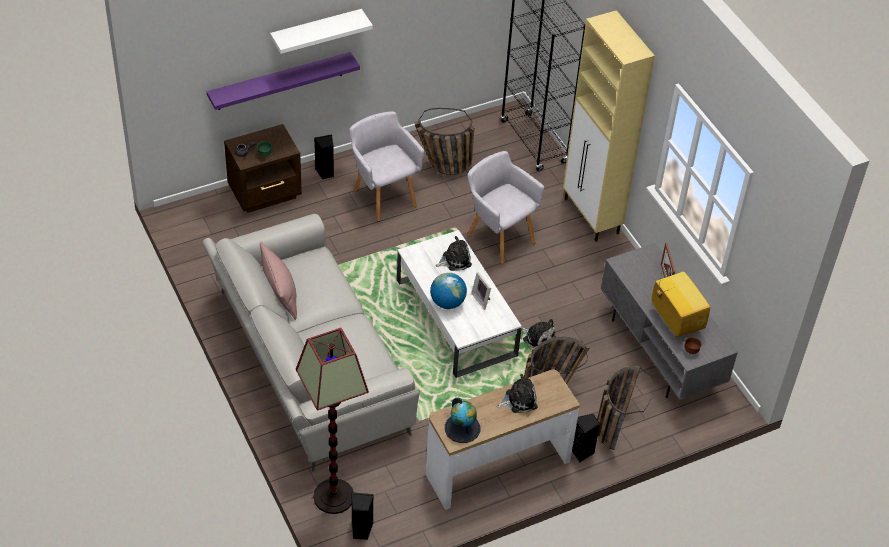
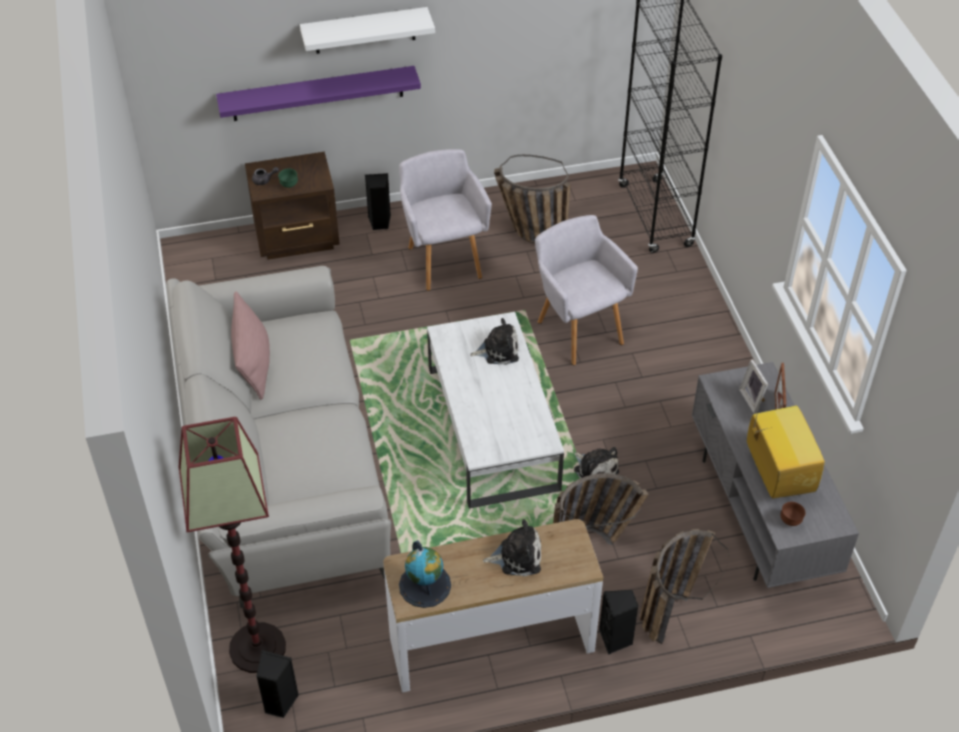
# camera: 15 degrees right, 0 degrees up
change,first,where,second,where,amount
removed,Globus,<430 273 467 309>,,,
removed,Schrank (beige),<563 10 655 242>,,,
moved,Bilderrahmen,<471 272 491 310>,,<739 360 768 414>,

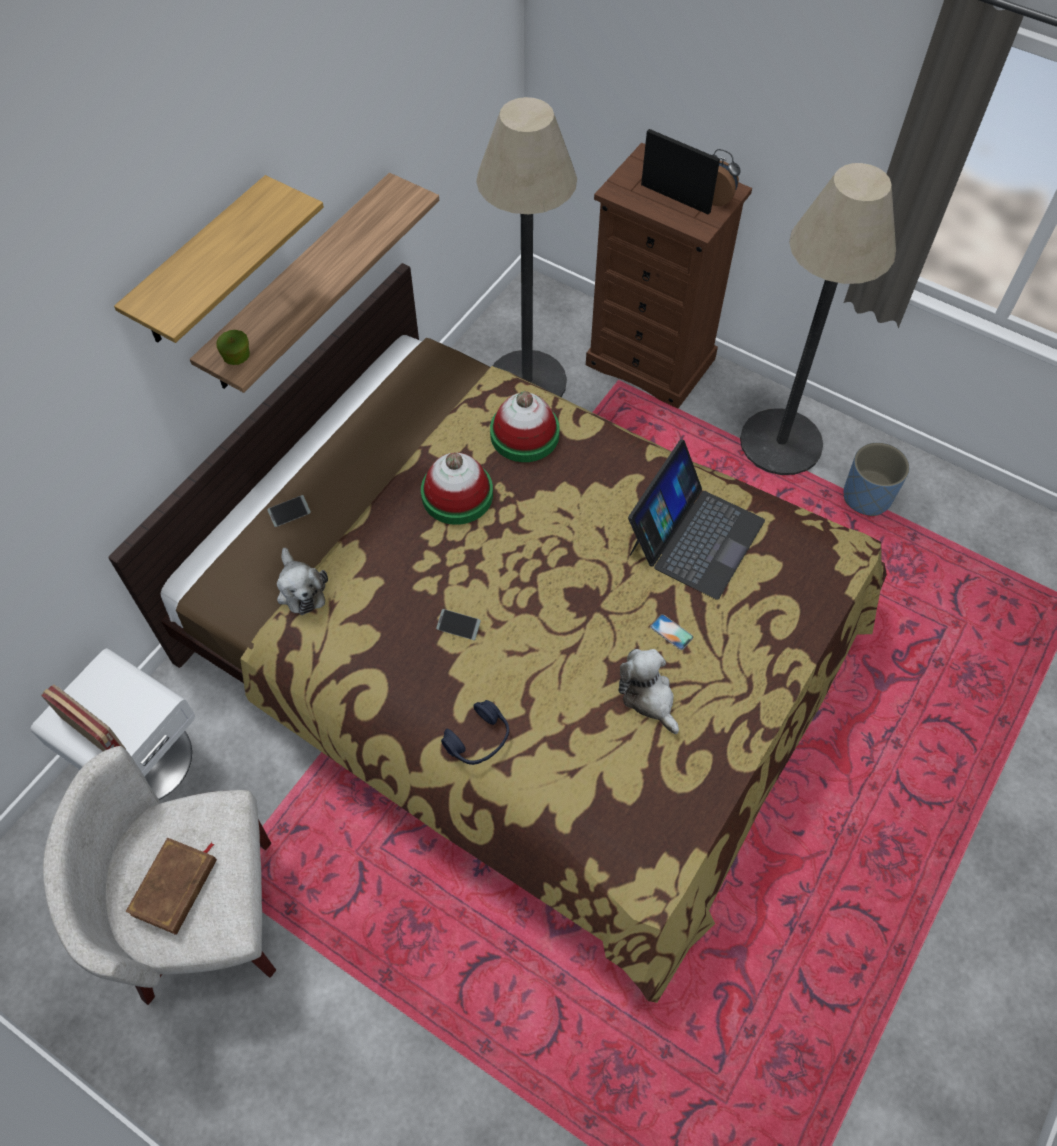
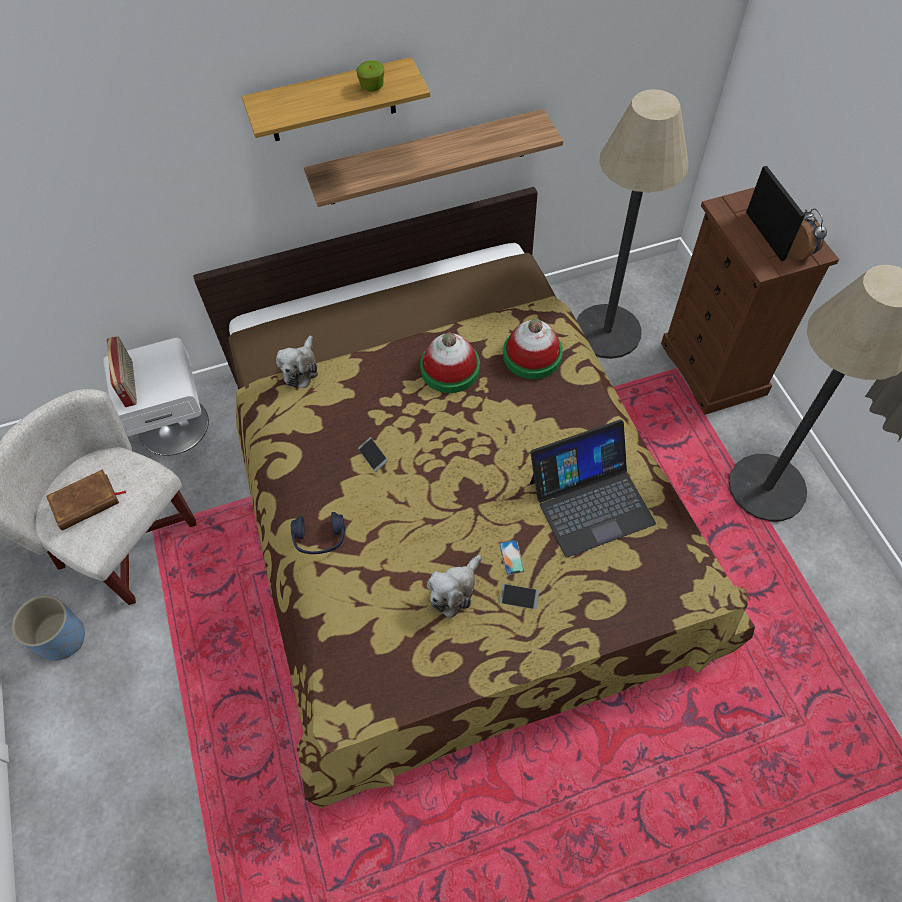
# camera: 40 degrees right, 0 degrees up
change,first,where,second,where,amount
moved,Apfel,<216 330 250 365>,,<356 60 384 92>,
moved,Handy,<267 495 311 527>,,<499 584 539 609>,
moved,Pflanzkübel (blau),<844 443 909 516>,,<12 595 85 661>,
turned,Plüschtier,<618 649 679 734>,,<427 555 482 618>,150 degrees counterclockwise

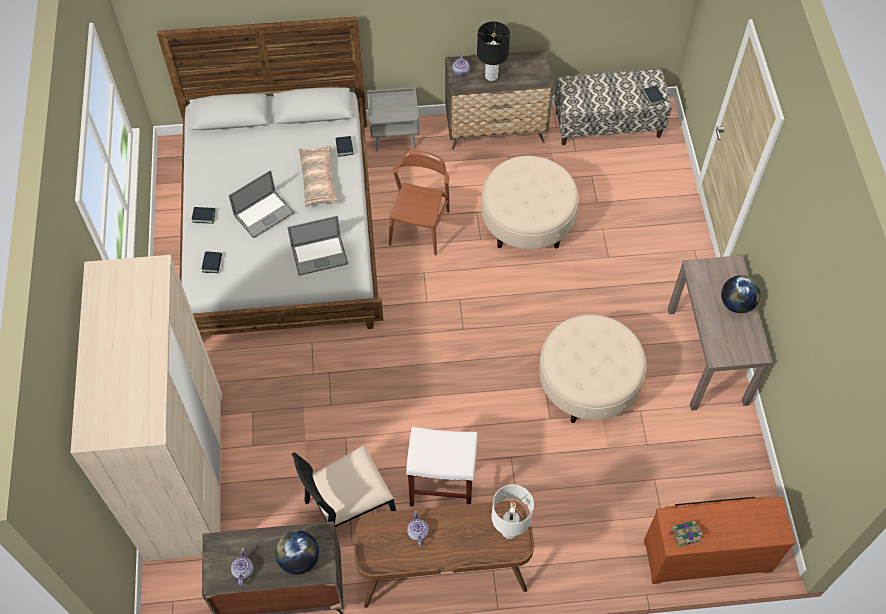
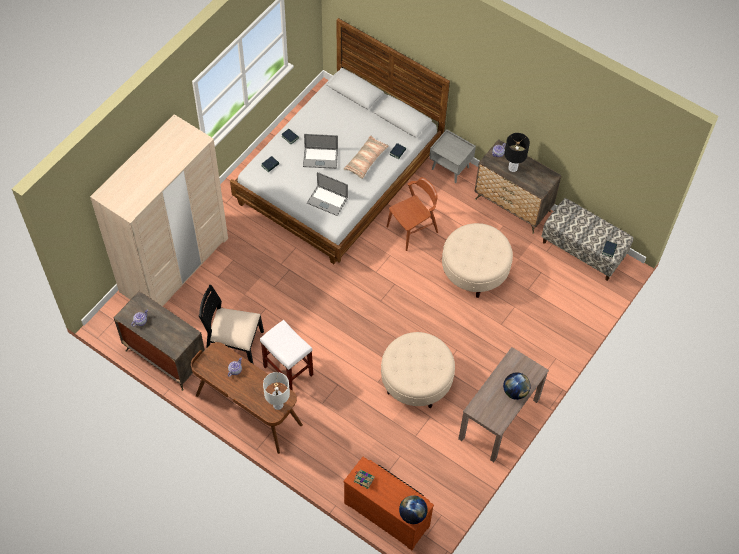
# camera: 40 degrees right, 0 degrees up
change,first,where,second,where,amount
moved,Globus,<275 530 319 575>,,<399 495 428 524>,

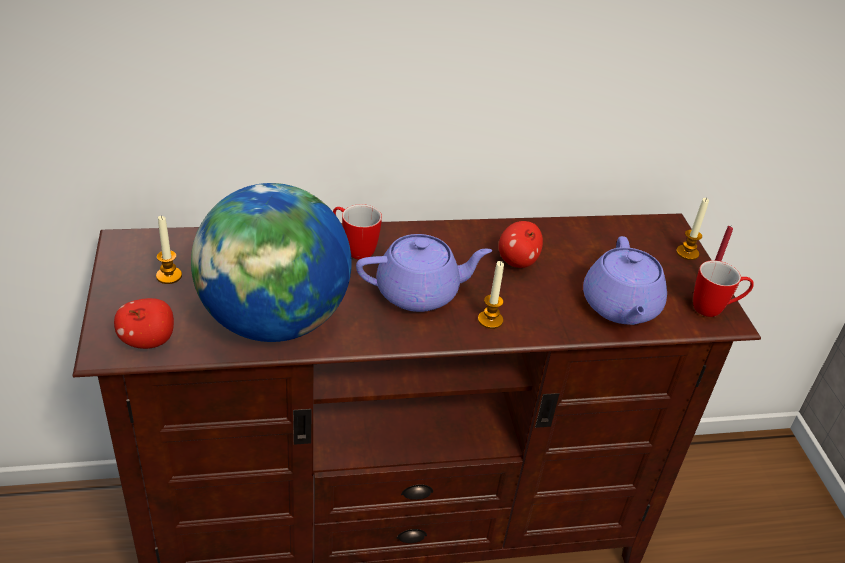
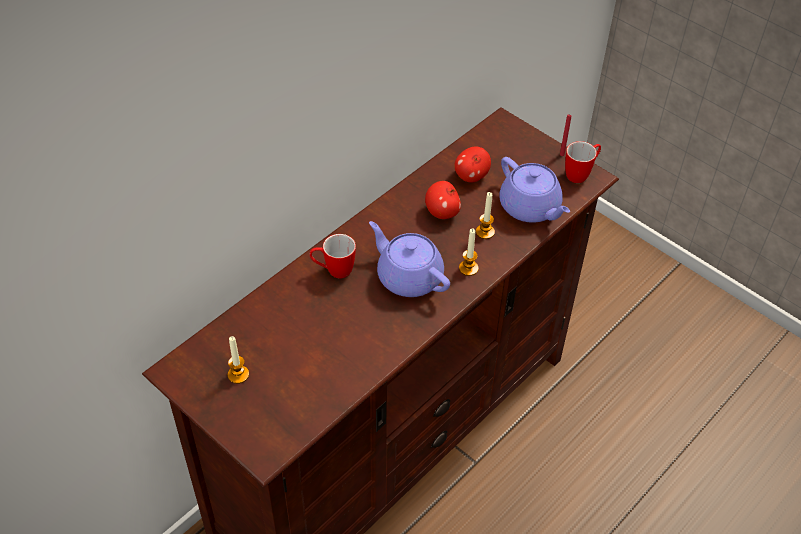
# camera: 35 degrees left, 10 degrees up
change,first,where,second,where,amount
removed,Globus,<191 183 352 342>,,,
moved,Apfel,<114 298 174 349>,,<454 147 491 182>,
moved,Kerze,<676 198 709 260>,,<476 192 495 239>,
turned,Teekanne (lila),<356 234 492 312>,,<369 221 450 297>,90 degrees counterclockwise

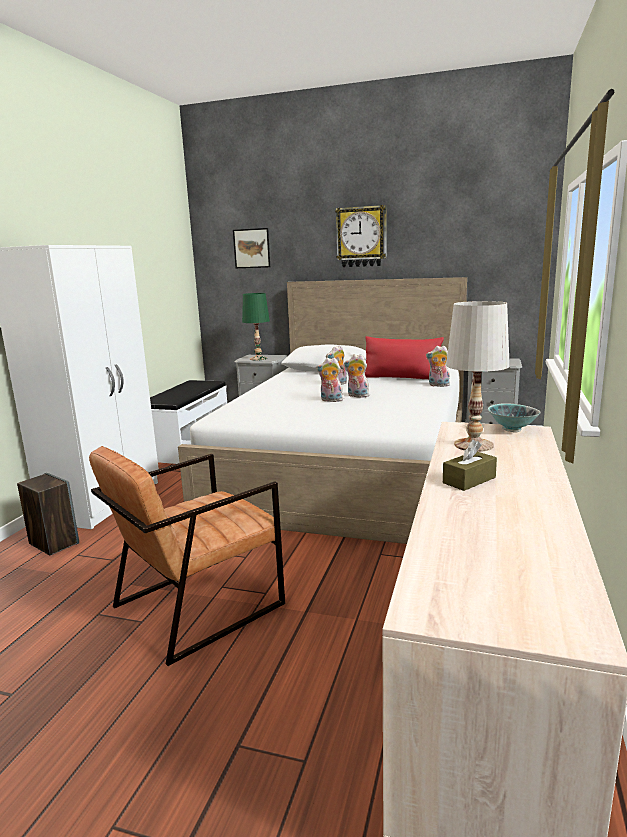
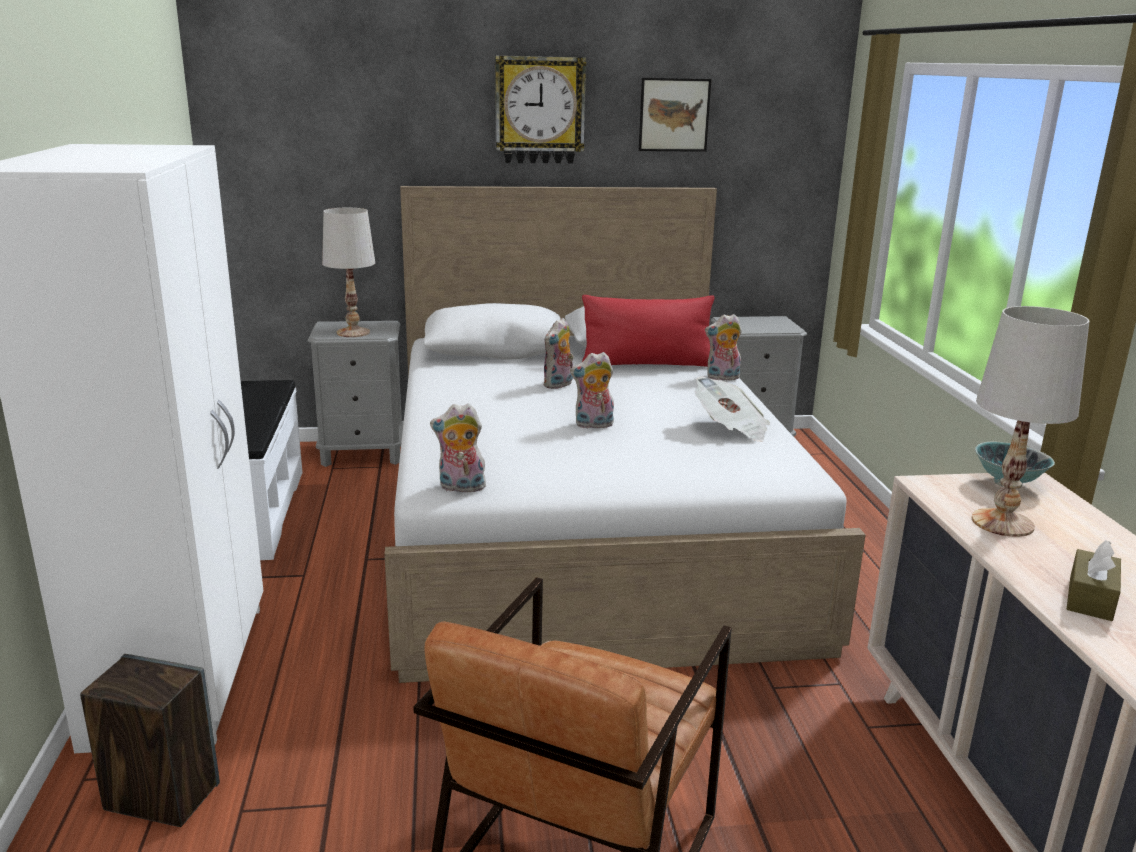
# camera: 25 degrees left, 5 degrees up
change,first,where,second,where,amount
added,,,Zeitung,<695 376 770 442>,
moved,Bild,<233 228 270 268>,,<639 78 711 152>,
moved,Plüschtier,<344 354 369 398>,,<430 403 486 492>,
recoloured,Tischlampe (grün),<242 293 270 361>,Tischlampe (weiß),<322 208 375 337>,

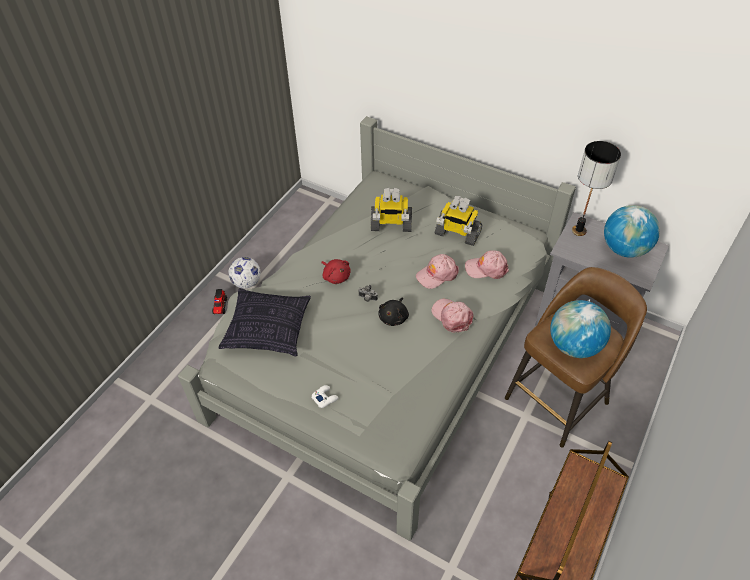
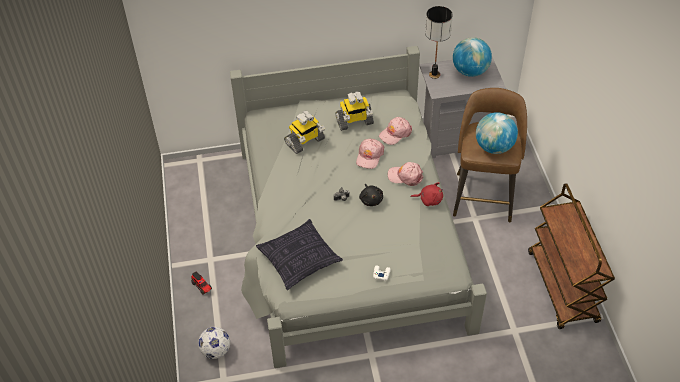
# camera: 40 degrees left, 0 degrees up
change,first,where,second,where,amount
moved,Fußball,<228 257 260 289>,,<198 327 230 359>,
moved,Plüschtier (rot),<321 259 351 284>,,<410 182 443 206>,

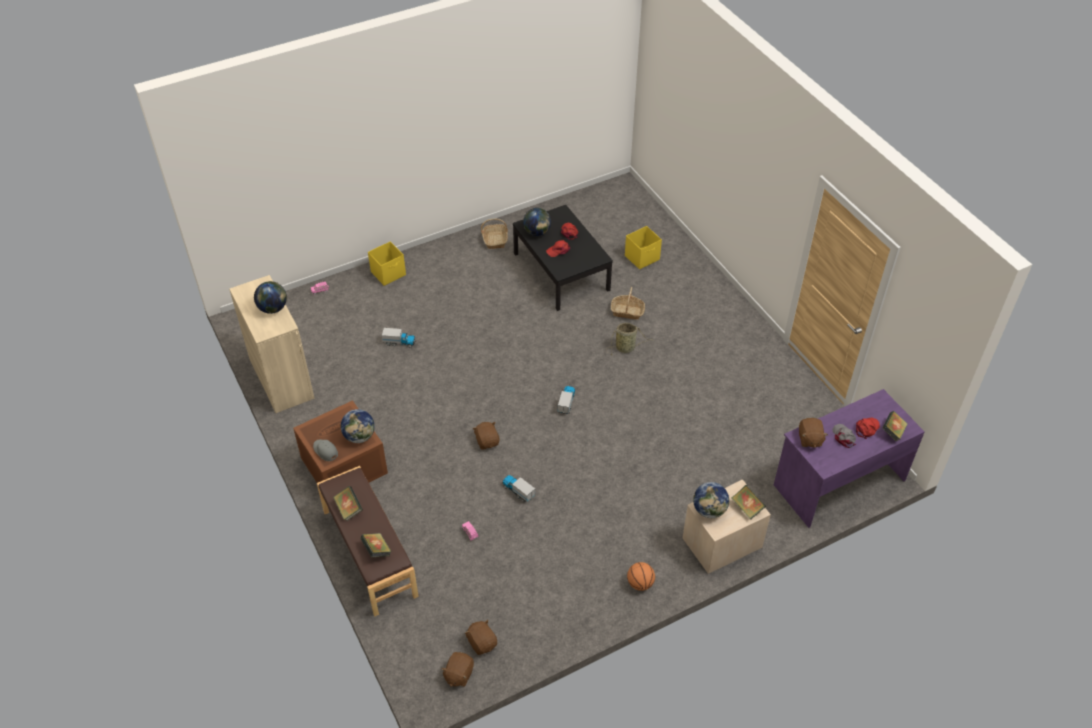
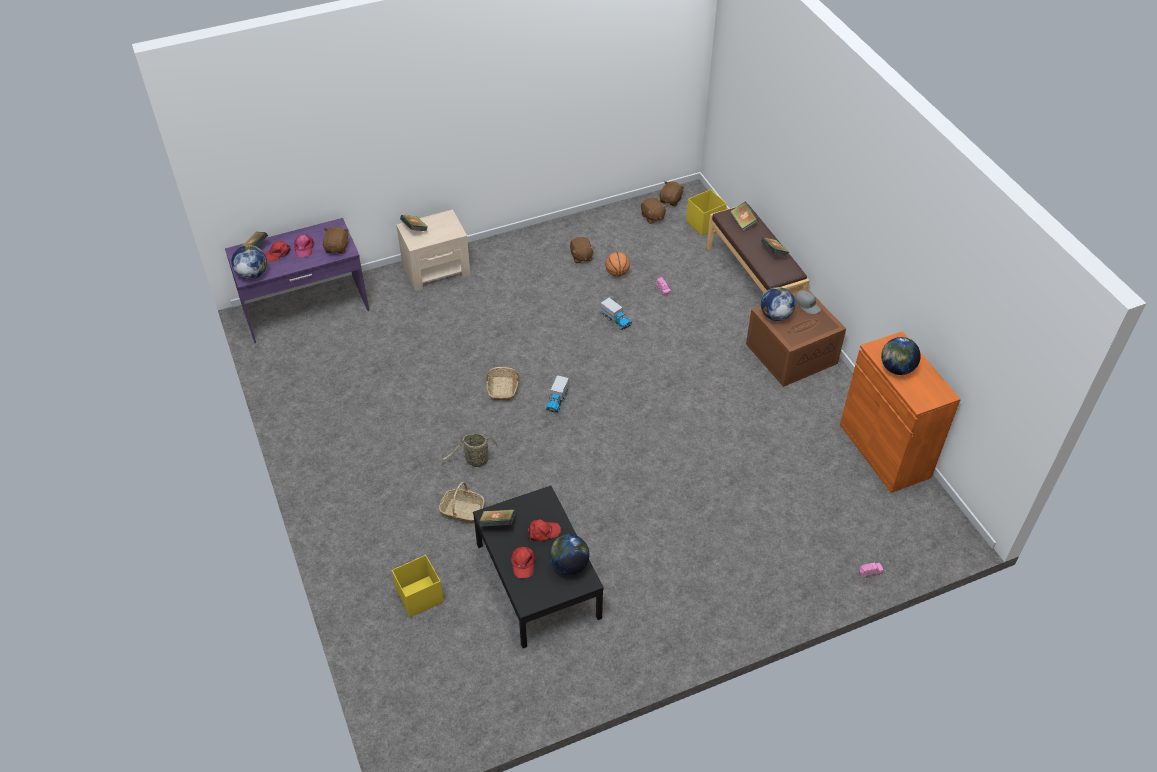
# camera: 175 degrees left, 0 degrees up
change,first,where,second,where,amount
removed,Spielzeuglaster,<382 328 416 347>,,,
added,,,Buch,<479 509 515 527>,
moved,Aufbewahrungsbox (gelb),<368 241 406 286>,,<686 189 727 236>,
moved,Plüschtier (braun),<473 422 500 450>,,<570 237 595 263>,
moved,Korb,<481 219 508 249>,,<486 367 519 401>,
moved,Basketball,<627 562 655 591>,,<605 252 630 277>,
moved,Globus,<693 482 729 518>,,<231 245 267 279>,
recoloured,Schrank (beige),<229 275 315 413>,Schrank (orange),<840 331 961 493>,
recoloured,Kappe (grau),<833 424 856 448>,Kappe (rosa),<294 234 315 257>,

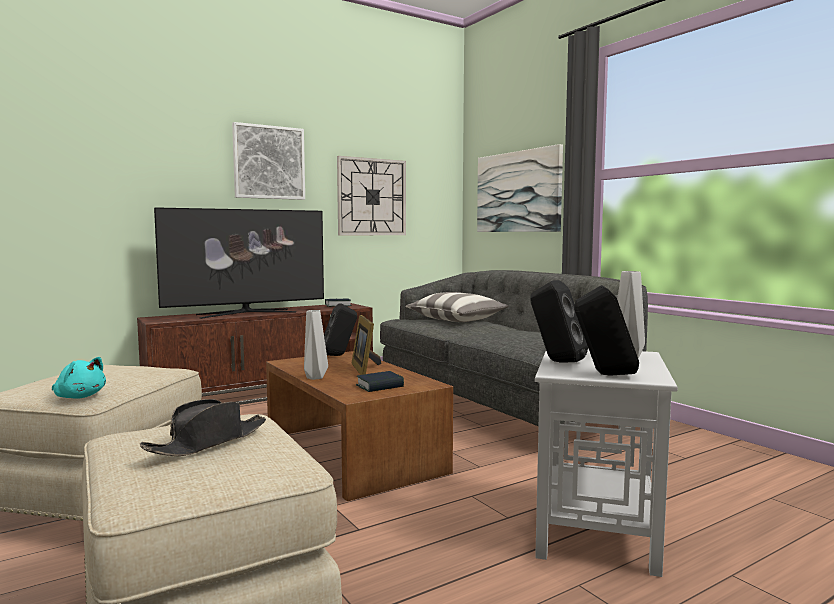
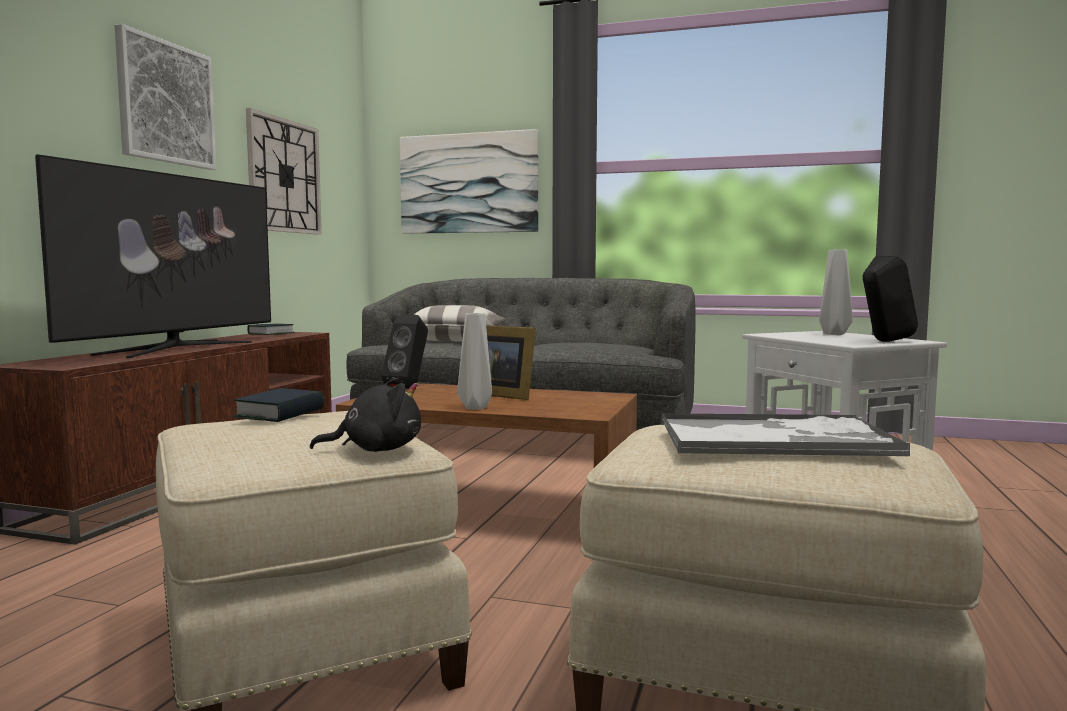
# camera: 40 degrees left, 0 degrees up
change,first,where,second,where,amount
removed,Lautsprecher (schwarz),<530 280 588 362>,,,
moved,Buch,<356 371 404 392>,,<233 388 324 422>,
replaced,Hut (schwarz),<140 399 266 456>,Tablett,<661 413 910 457>,
recoloured,Plüschtier (türkis),<52 357 106 399>,Plüschtier (schwarz),<310 378 421 452>,

